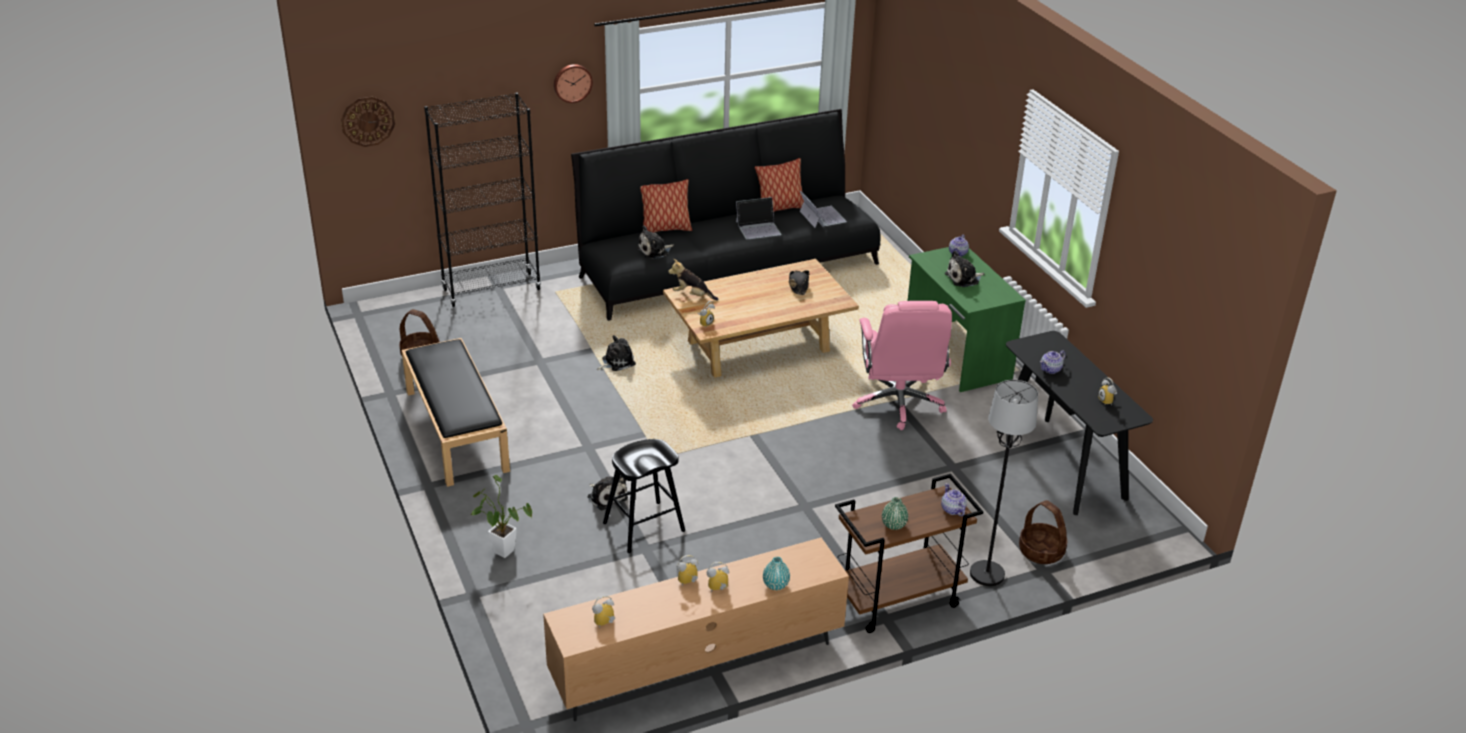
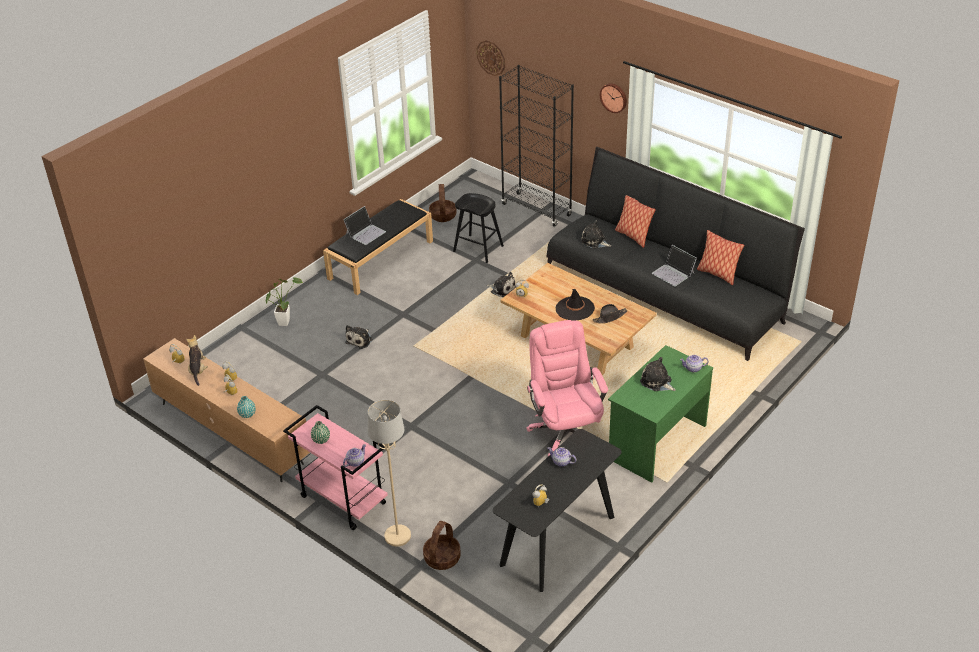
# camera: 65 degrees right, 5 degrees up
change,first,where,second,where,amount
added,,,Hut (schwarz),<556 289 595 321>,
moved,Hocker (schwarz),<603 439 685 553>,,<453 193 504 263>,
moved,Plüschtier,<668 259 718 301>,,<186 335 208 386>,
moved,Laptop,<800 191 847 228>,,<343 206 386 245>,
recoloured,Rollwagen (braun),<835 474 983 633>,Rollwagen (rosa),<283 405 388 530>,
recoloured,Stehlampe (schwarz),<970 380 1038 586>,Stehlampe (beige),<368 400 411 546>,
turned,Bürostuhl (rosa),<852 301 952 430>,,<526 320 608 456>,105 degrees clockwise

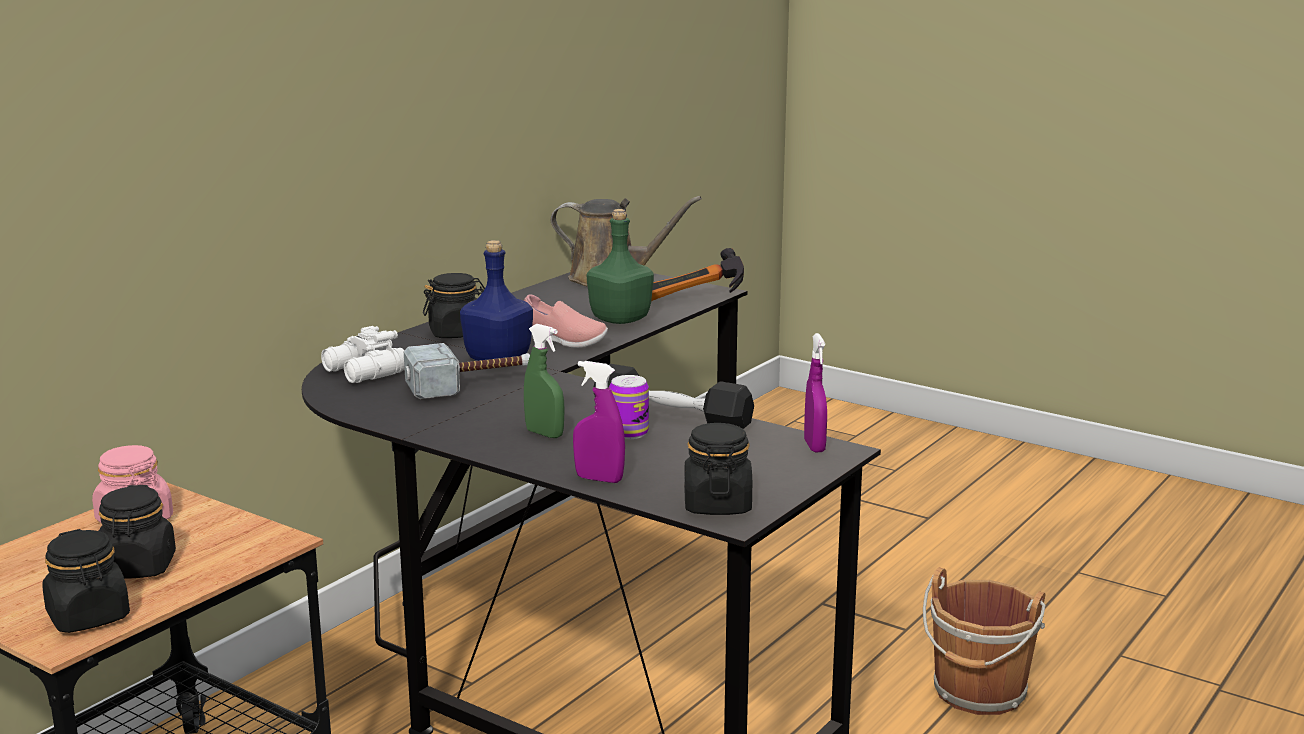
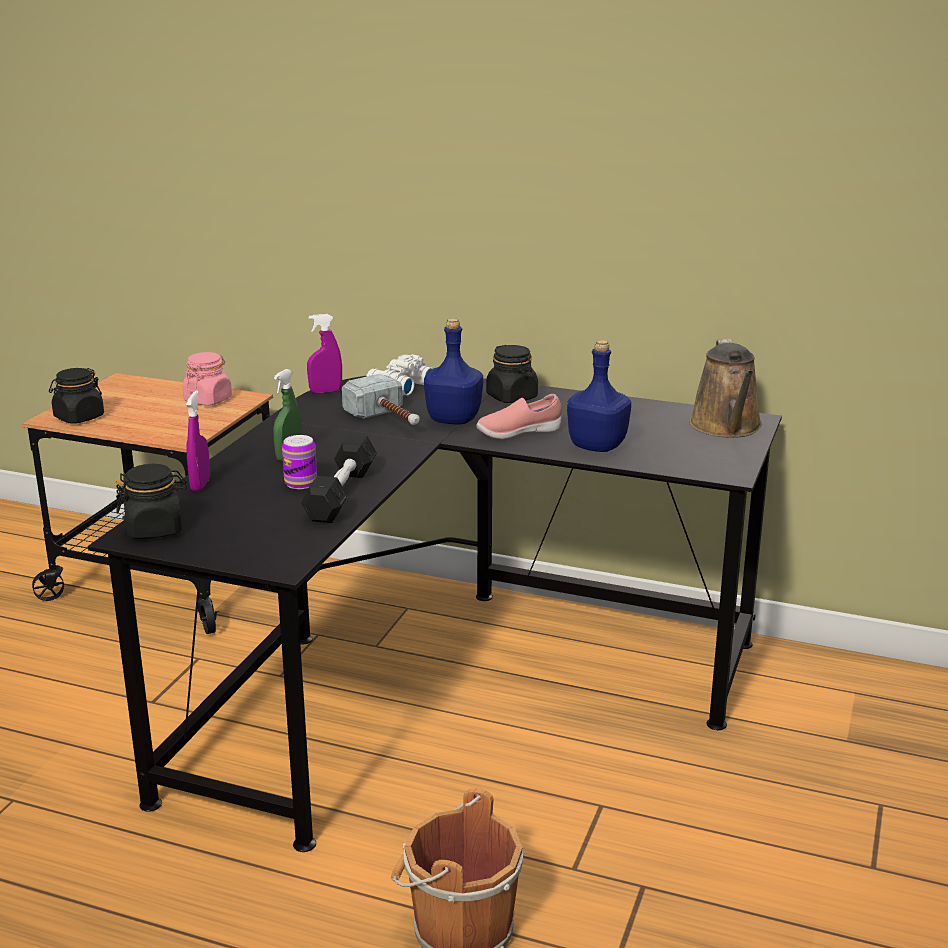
# camera: 75 degrees right, 5 degrees up
change,first,where,second,where,amount
removed,Vorratsglas (schwarz),<99 485 176 578>,,,
removed,Hammer,<651 248 744 301>,,,
moved,Sprühflasche (lila),<804 333 827 453>,,<307 314 342 393>,
recoloured,Flasche (grün),<587 209 654 324>,Flasche (blau),<567 340 631 452>,
turned,Schuh (rosa),<524 294 608 348>,,<476 394 562 439>,60 degrees clockwise

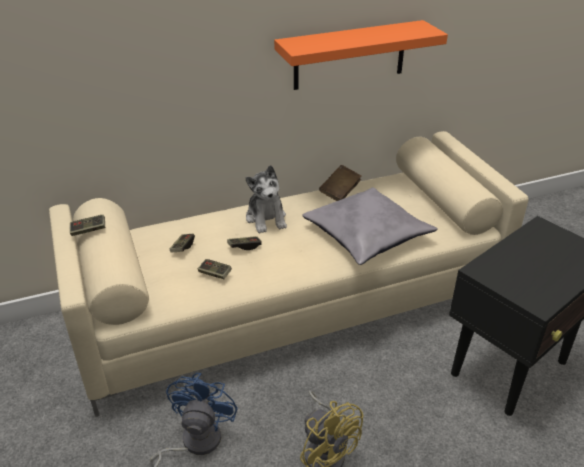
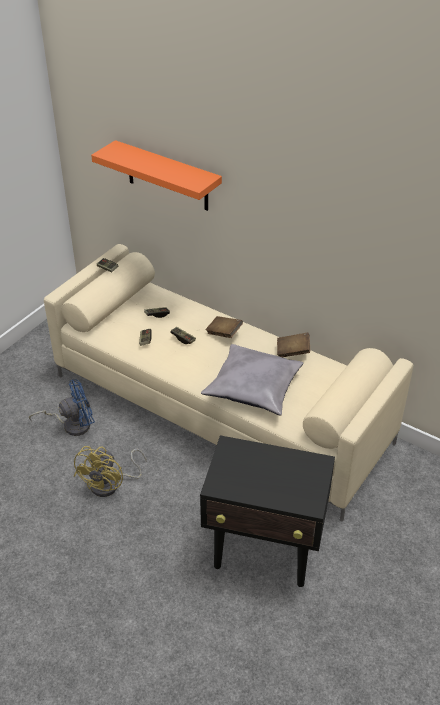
# camera: 55 degrees right, 5 degrees up
change,first,where,second,where,amount
moved,Wandregal (orange),<274 20 448 90>,,<91 140 222 211>,
replaced,Plüschtier,<246 165 287 233>,Buch (braun),<206 316 243 338>,

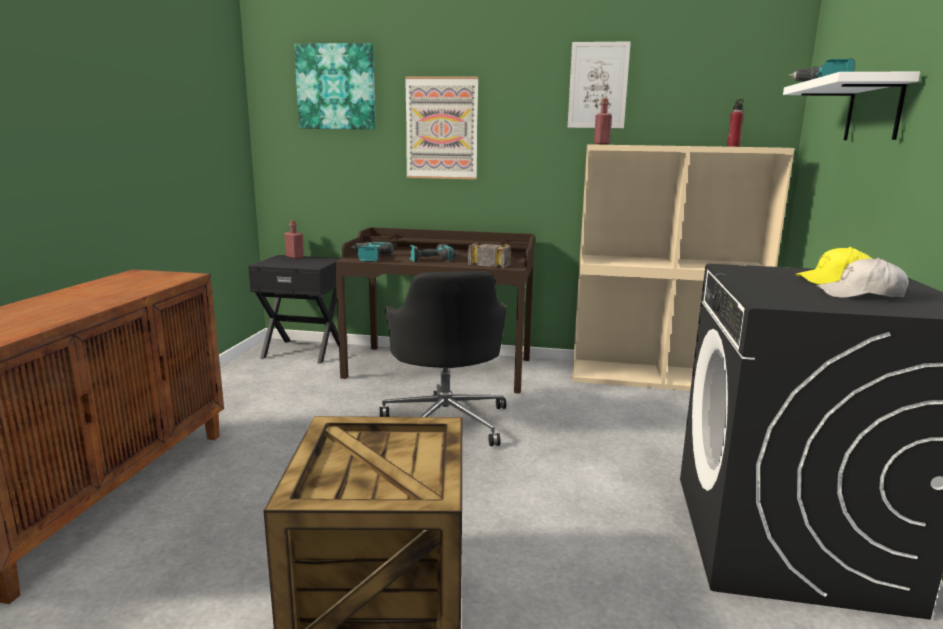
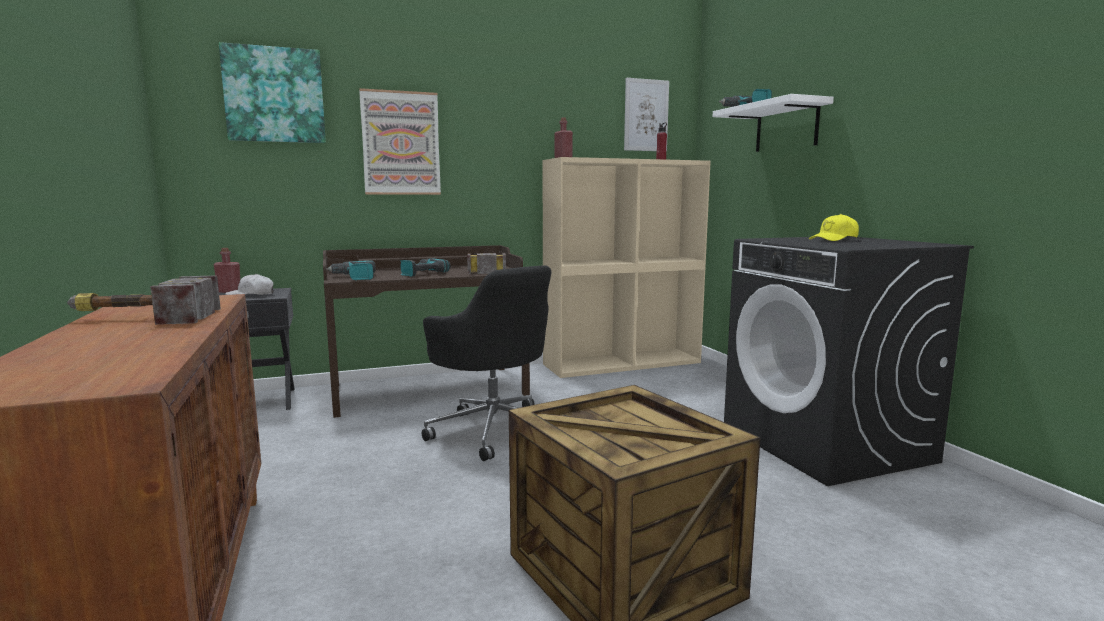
# camera: 30 degrees left, 5 degrees down
change,first,where,second,where,amount
added,,,Hammer,<67 275 221 325>,
moved,Bild,<568 41 631 128>,,<624 78 669 151>,
moved,Kappe (weiß),<816 257 909 298>,,<225 274 273 295>,

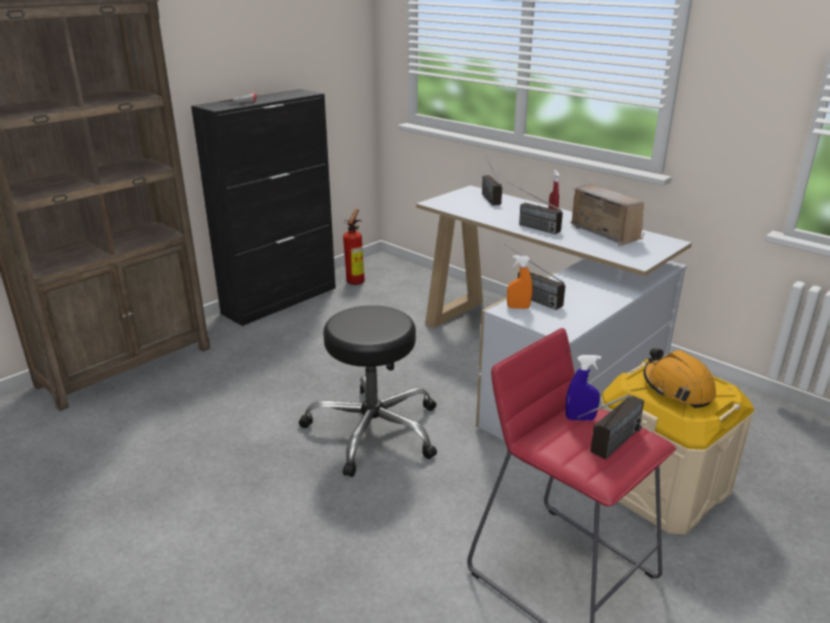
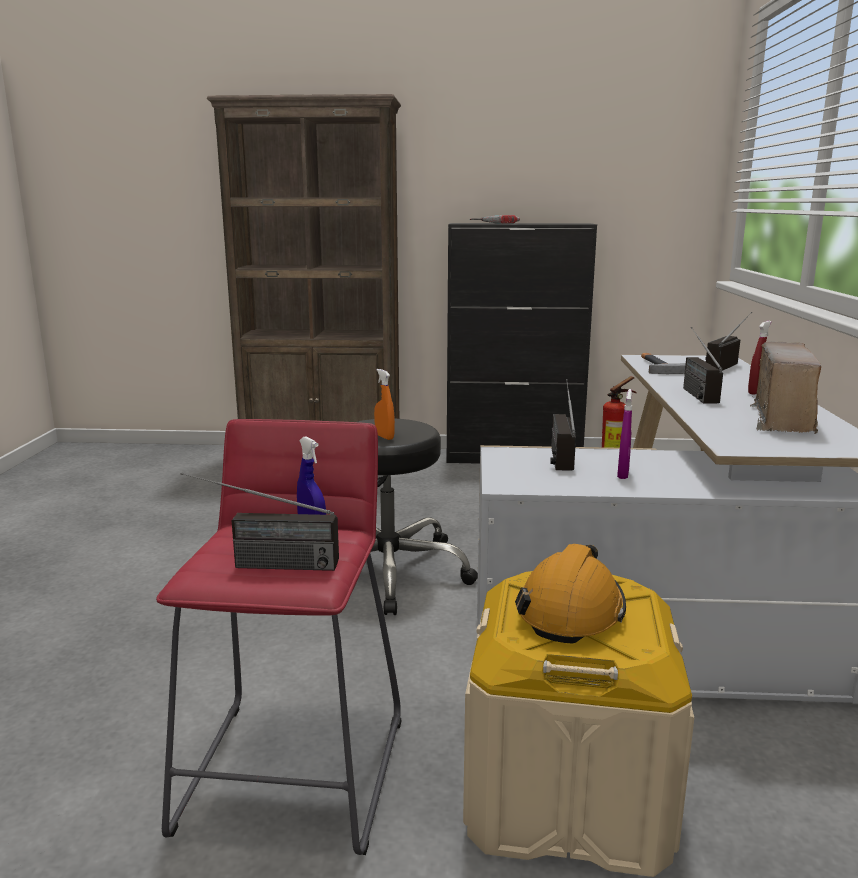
# camera: 50 degrees right, 10 degrees down
change,first,where,second,where,amount
added,,,Sprühflasche (lila),<617 389 632 479>,
added,,,Hammer,<641 353 686 374>,
moved,Sprühflasche (orange),<507 255 533 309>,,<374 369 395 440>,

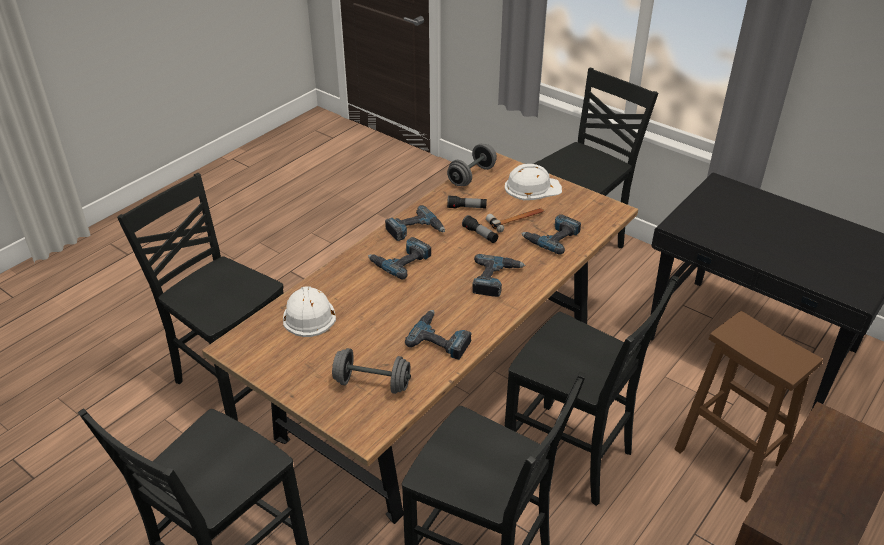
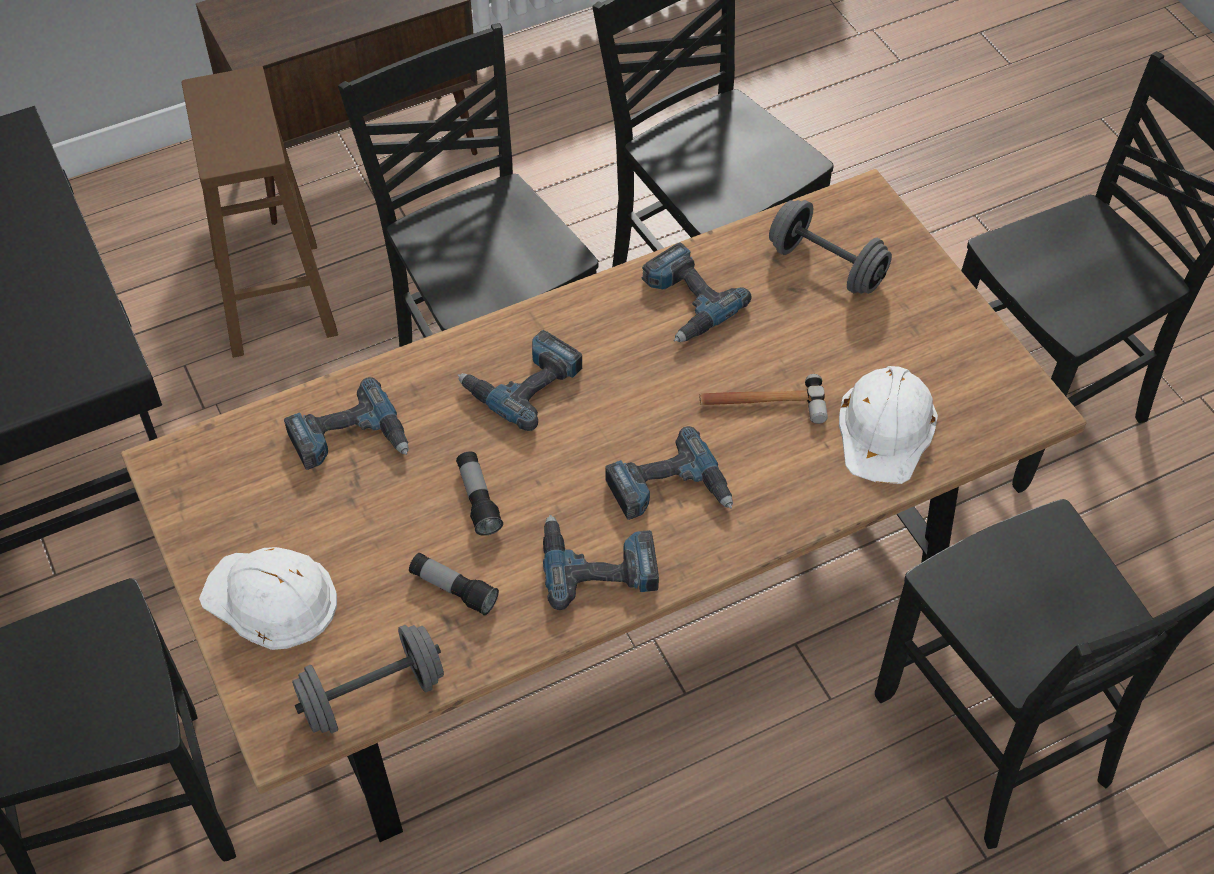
# camera: 155 degrees left, 15 degrees up
change,first,where,second,where,amount
moved,Hammer,<486 208 544 233>,,<699 374 828 424>,

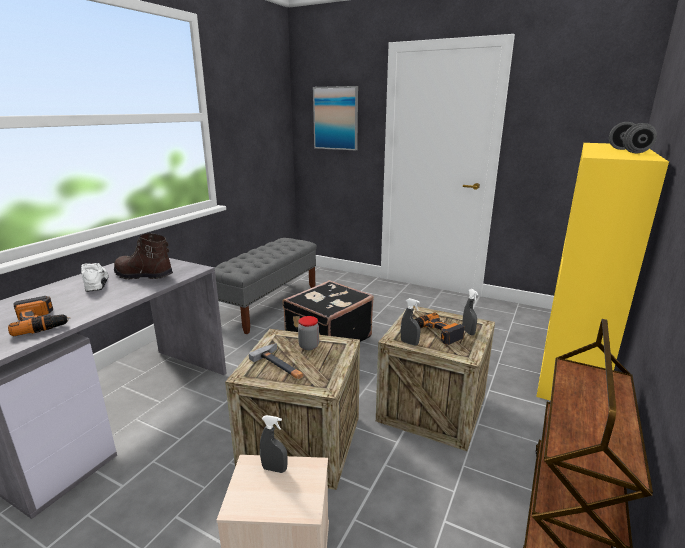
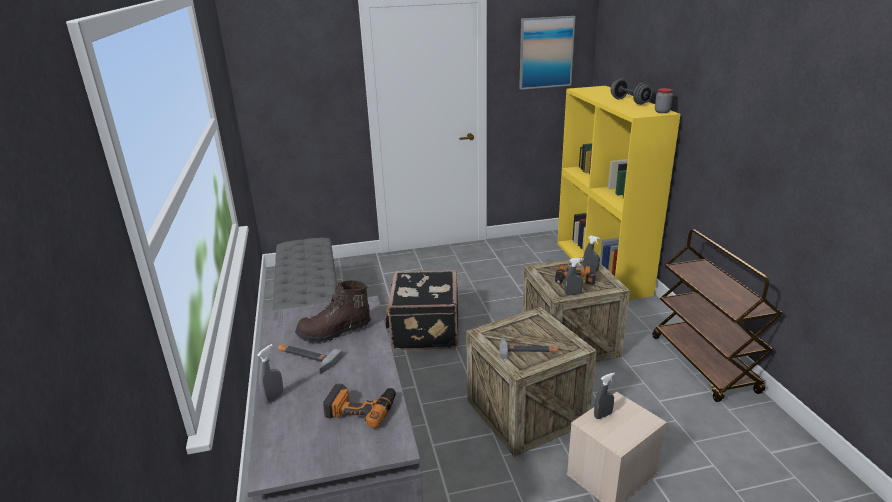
# camera: 40 degrees left, 5 degrees up
change,first,where,second,where,amount
added,,,Sprühflasche (grau),<257 344 283 404>,
moved,Vorratsglas,<298 316 319 350>,,<655 88 673 113>,
moved,Bild,<313 86 358 150>,,<519 16 575 90>,
replaced,Schuh (weiß),<81 263 109 292>,Hammer,<278 344 343 374>,

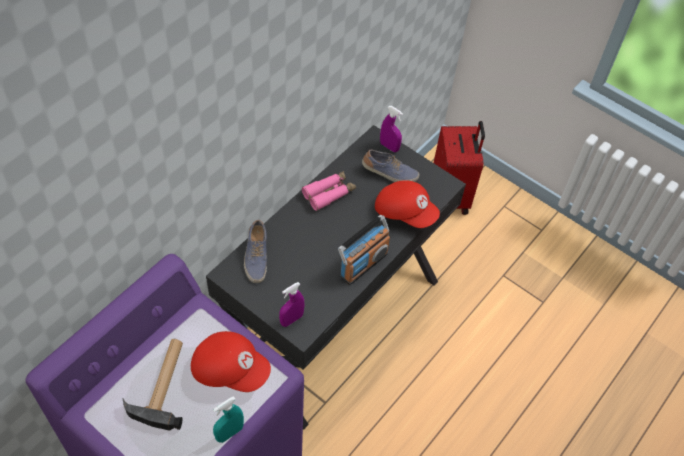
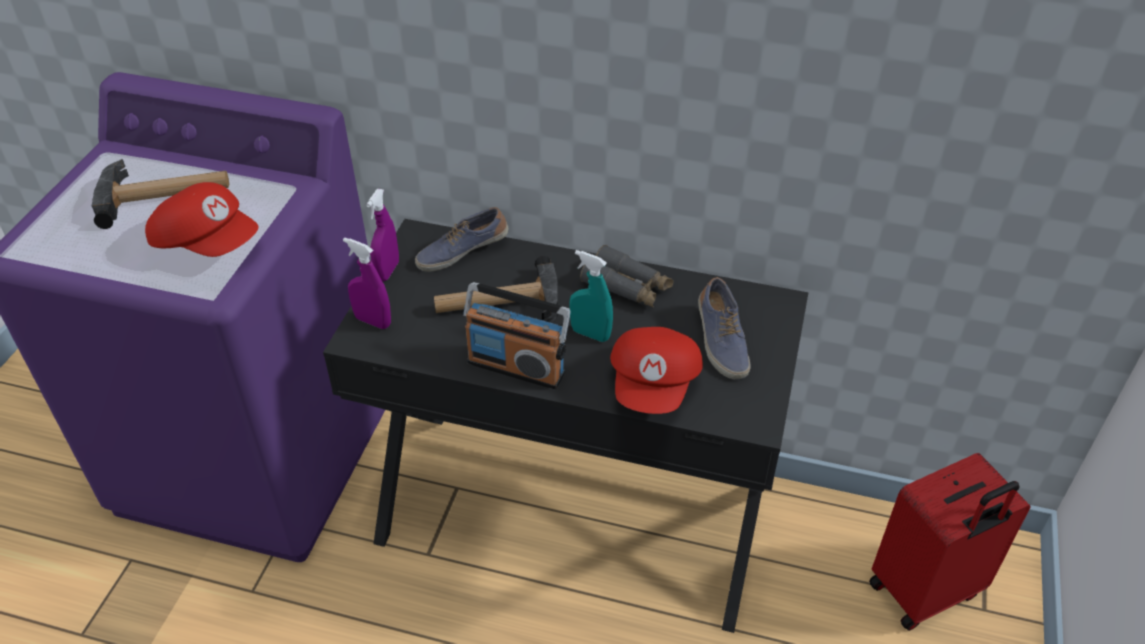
# camera: 70 degrees right, 10 degrees down
change,first,where,second,where,amount
added,,,Hammer,<434 256 558 323>,
moved,Sprühflasche (türkis),<213 396 244 443>,,<570 250 613 342>,
moved,Sprühflasche (lila),<380 106 403 152>,,<366 189 399 282>,
recoloured,Fernglas (rosa),<302 171 356 211>,Fernglas (grau),<580 245 674 308>,
turned,Kappe (rot),<191 331 271 392>,,<145 182 258 257>,60 degrees counterclockwise

